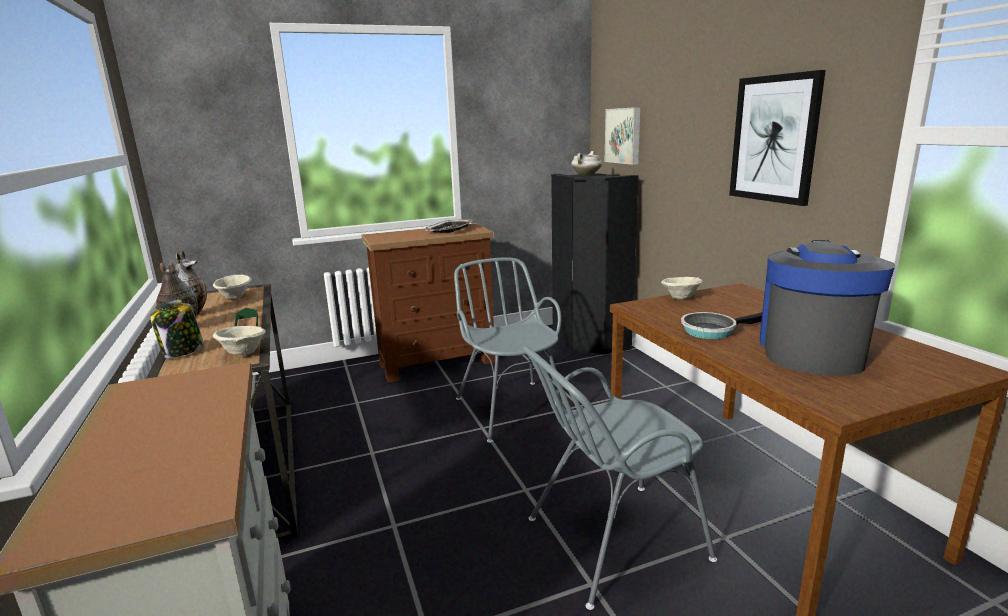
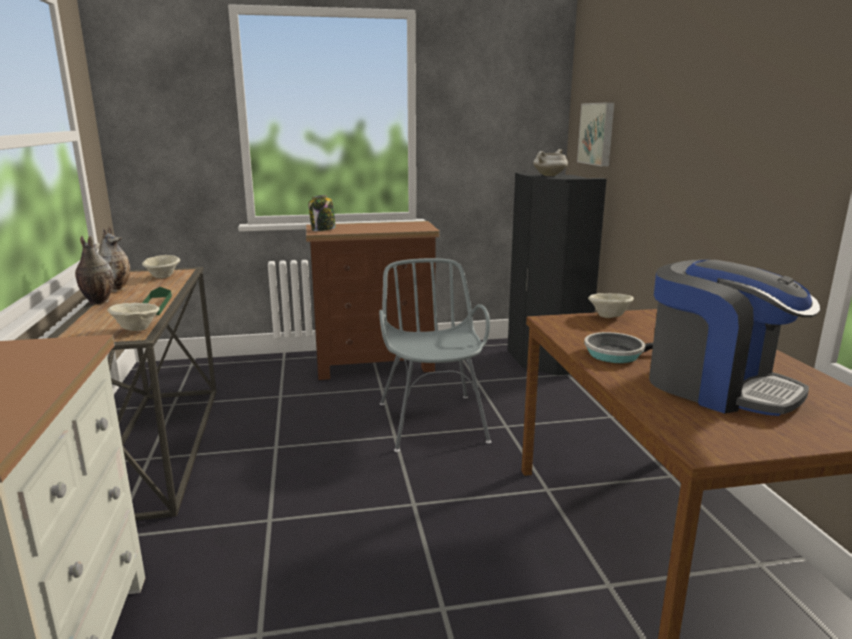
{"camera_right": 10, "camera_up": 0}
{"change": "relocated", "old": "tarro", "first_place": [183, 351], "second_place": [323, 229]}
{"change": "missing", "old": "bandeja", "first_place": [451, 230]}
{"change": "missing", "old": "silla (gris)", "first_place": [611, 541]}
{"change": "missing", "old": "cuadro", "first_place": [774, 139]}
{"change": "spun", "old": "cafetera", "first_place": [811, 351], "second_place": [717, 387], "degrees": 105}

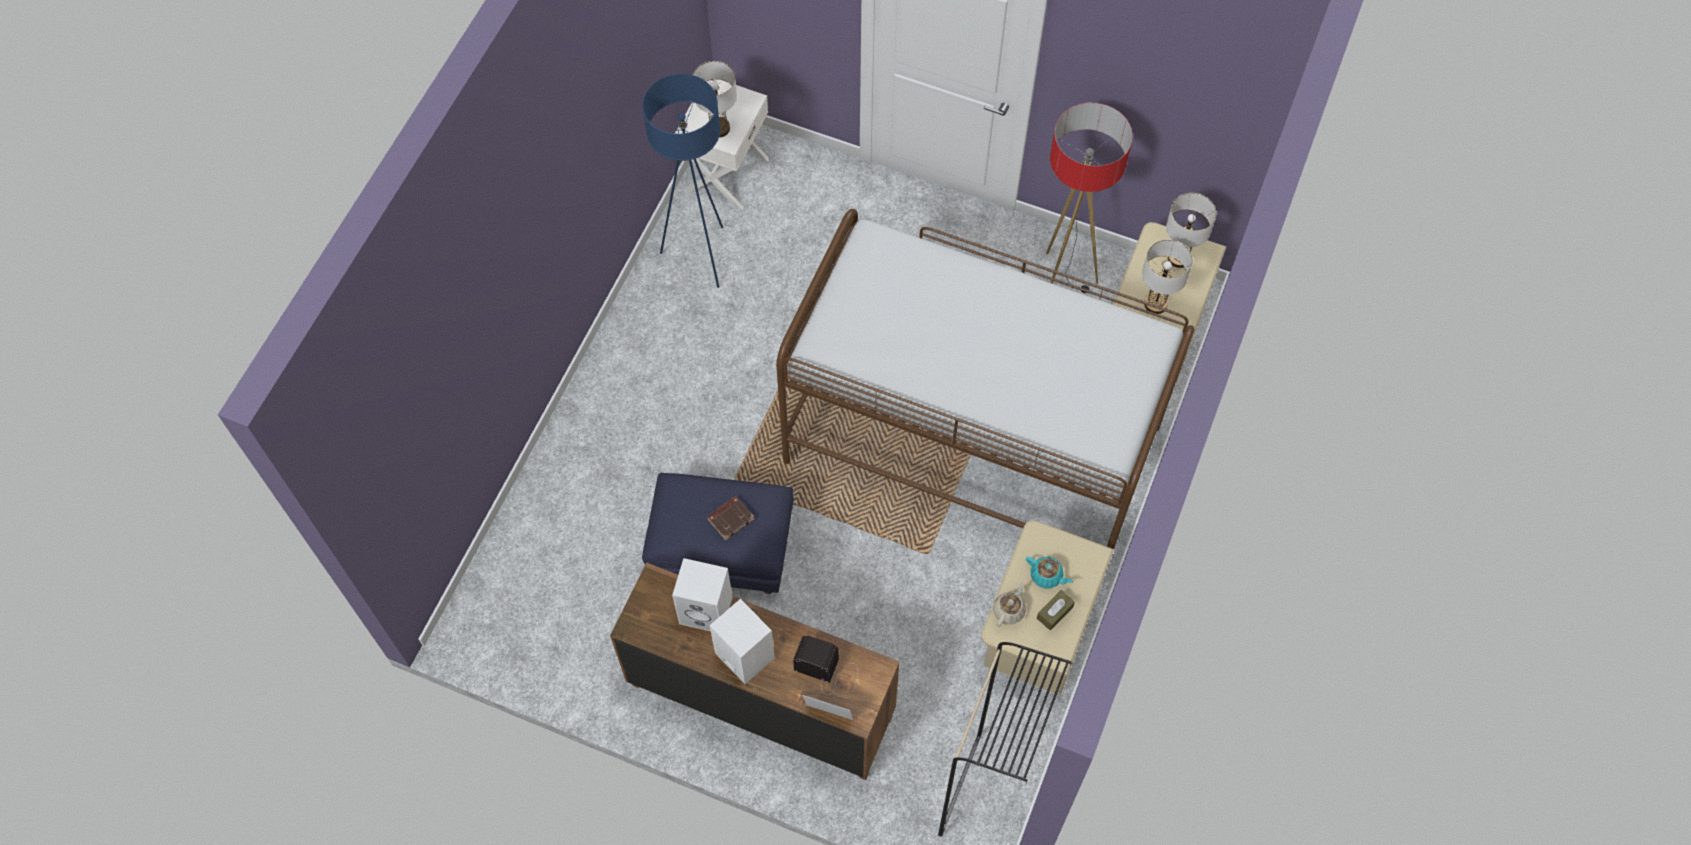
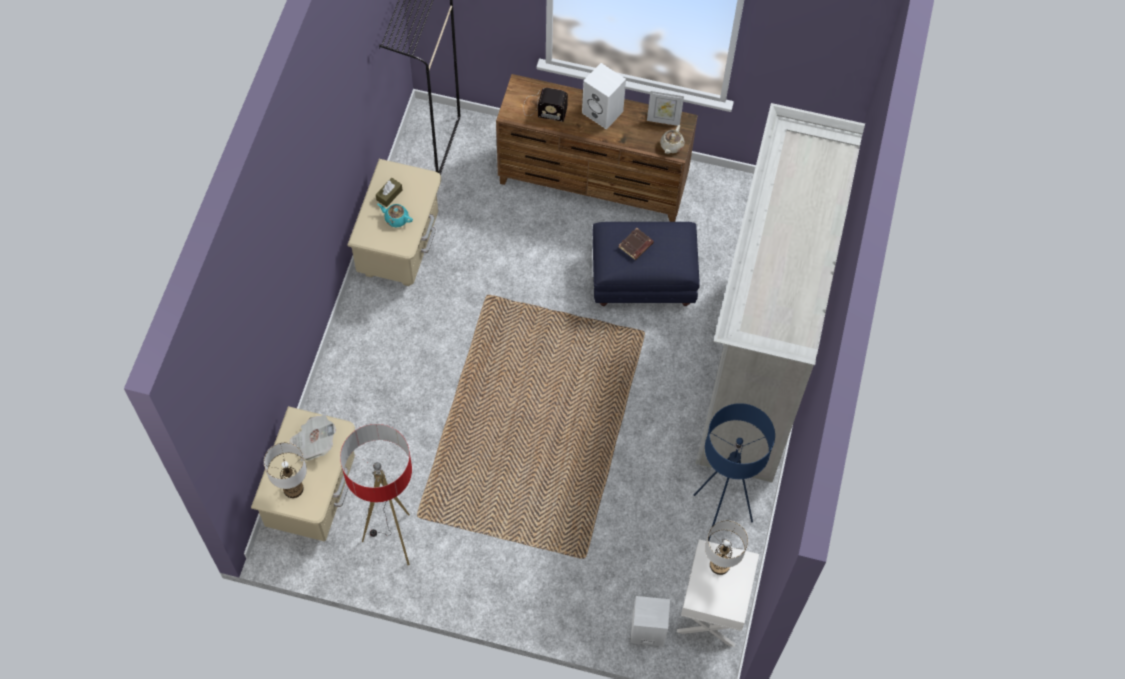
{"camera_right": 170, "camera_up": 0}
{"change": "relocated", "old": "altavoz (blanco)", "first_place": [707, 610], "second_place": [646, 631]}
{"change": "missing", "old": "cama (marrón)", "first_place": [968, 440]}
{"change": "relocated", "old": "portarretratos", "first_place": [828, 717], "second_place": [663, 120]}
{"change": "relocated", "old": "tetera (beis)", "first_place": [1009, 610], "second_place": [671, 146]}
{"change": "exchanged", "old": "lámpara de mesa", "new": "periódico", "first_place": [1156, 304], "second_place": [314, 443]}
{"change": "appeared", "new": "armario ropero (blanco)", "second_place": [753, 370]}

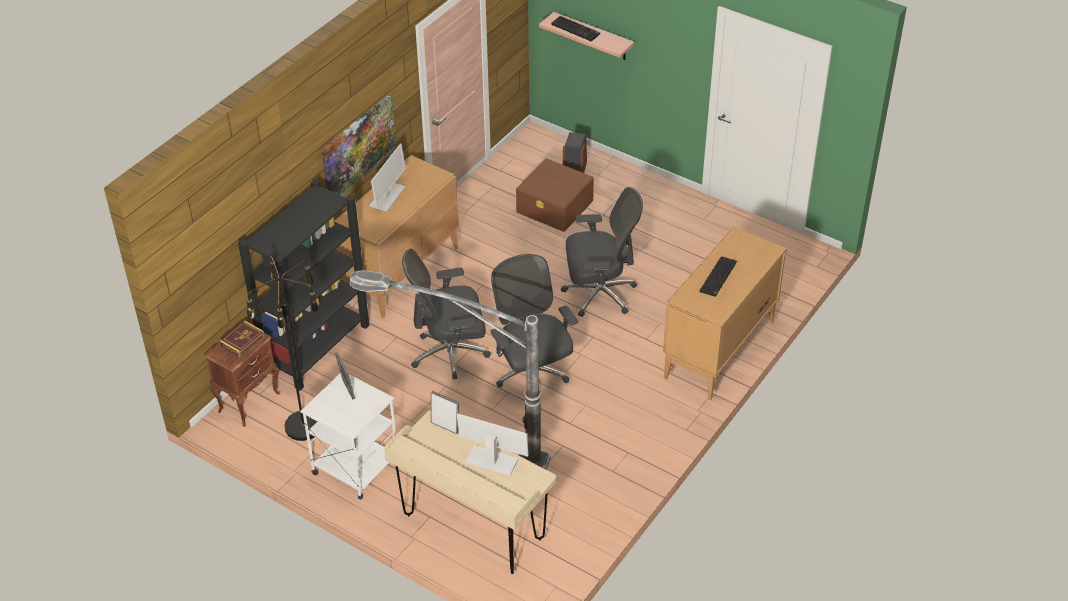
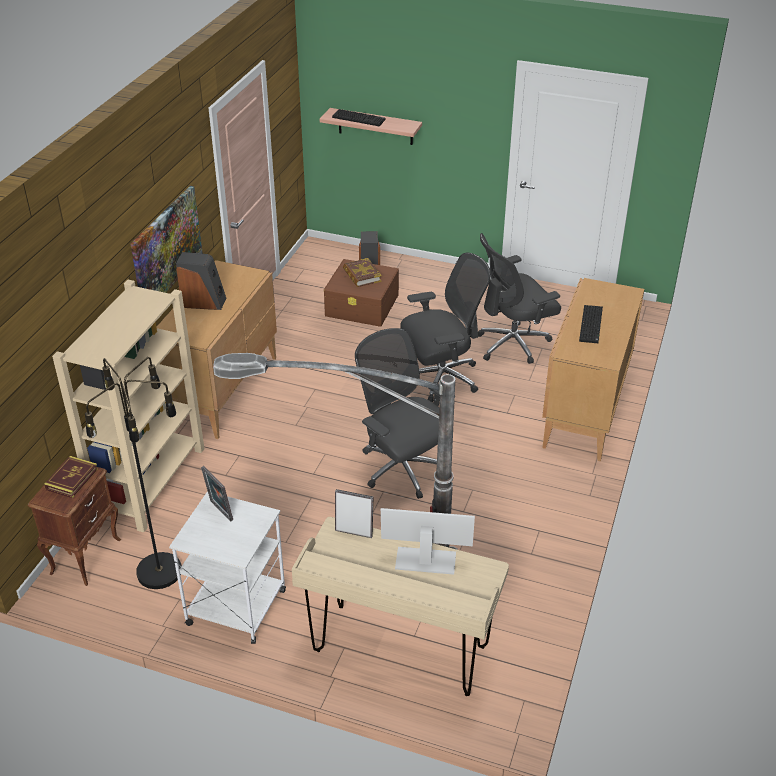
{"camera_right": -15, "camera_up": -5}
{"change": "colour", "old": "estantería (negro)", "new": "estantería (beis)", "first_place": [316, 347], "second_place": [150, 482]}
{"change": "exchanged", "old": "monitor", "new": "altavoz", "first_place": [387, 197], "second_place": [203, 302]}
{"change": "relocated", "old": "silla de oficina", "first_place": [450, 353], "second_place": [513, 344]}
{"change": "appeared", "new": "libro", "second_place": [361, 275]}

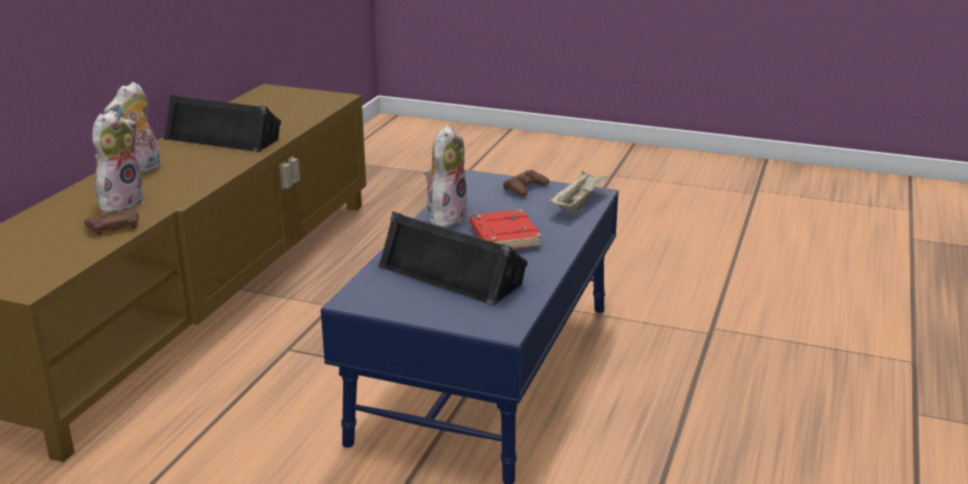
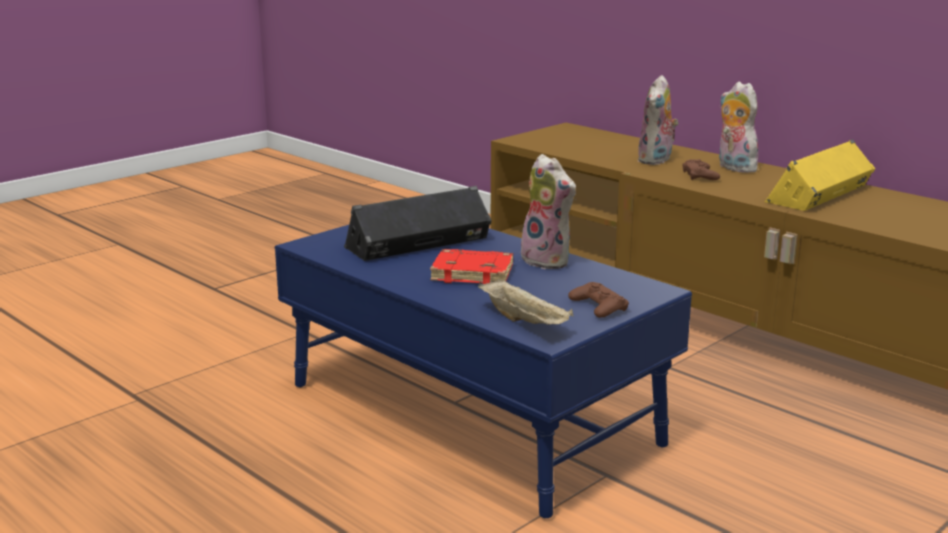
{"camera_right": 115, "camera_up": -5}
{"change": "relocated", "old": "mando de consola (marrón)", "first_place": [114, 226], "second_place": [700, 175]}
{"change": "spun", "old": "peluche", "first_place": [121, 202], "second_place": [656, 160], "degrees": 60}
{"change": "colour", "old": "altavoz (negro)", "new": "altavoz (amarillo)", "first_place": [224, 137], "second_place": [821, 195]}

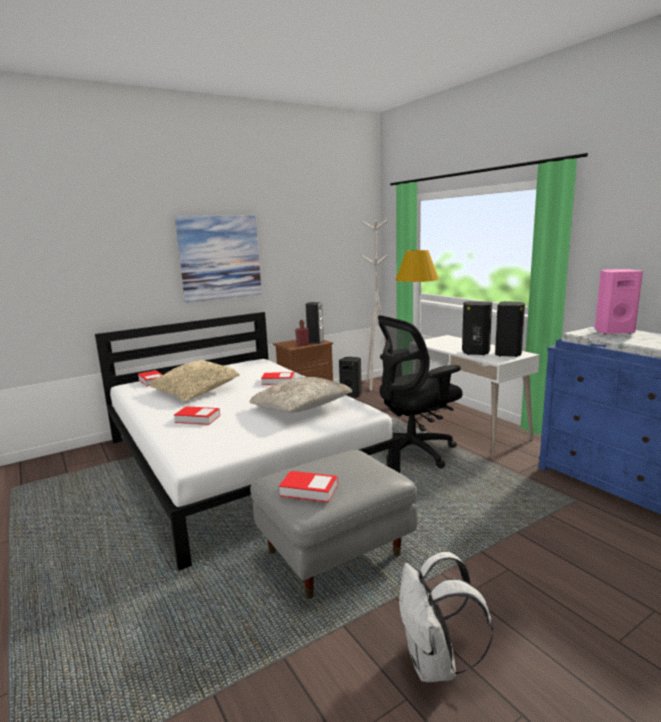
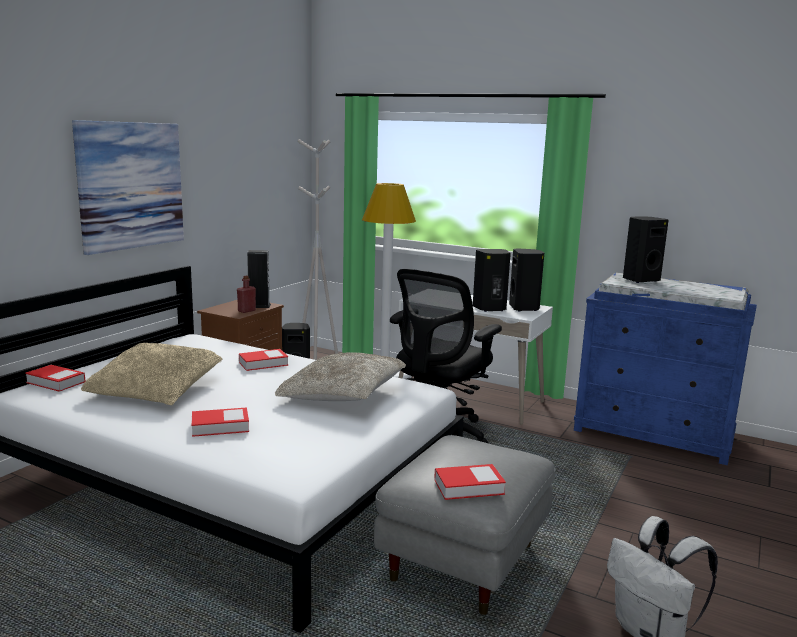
{"camera_right": -30, "camera_up": 0}
{"change": "colour", "old": "altavoz (rosa)", "new": "altavoz (negro)", "first_place": [613, 332], "second_place": [640, 280]}

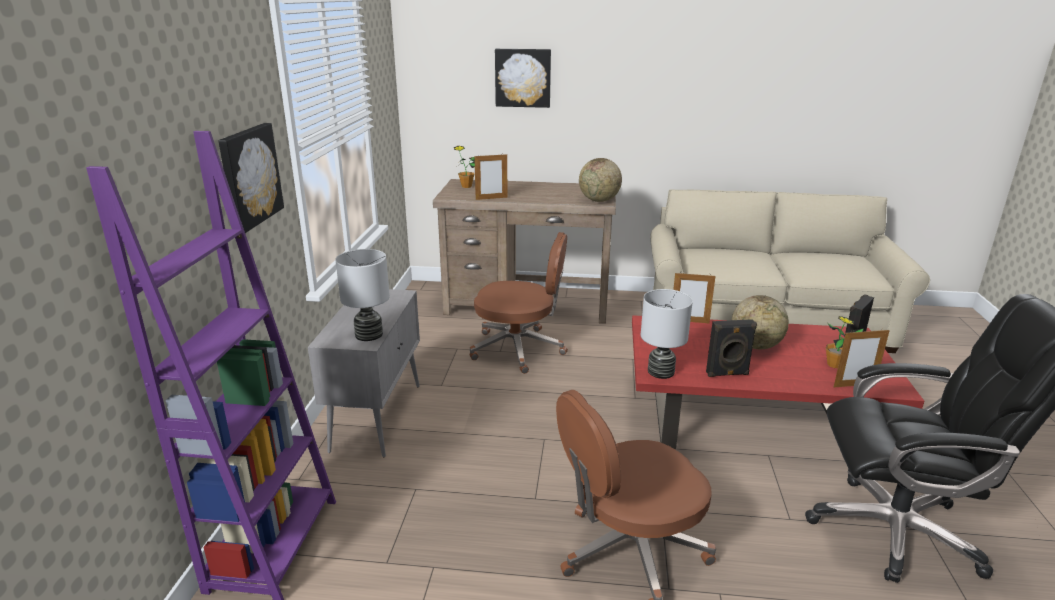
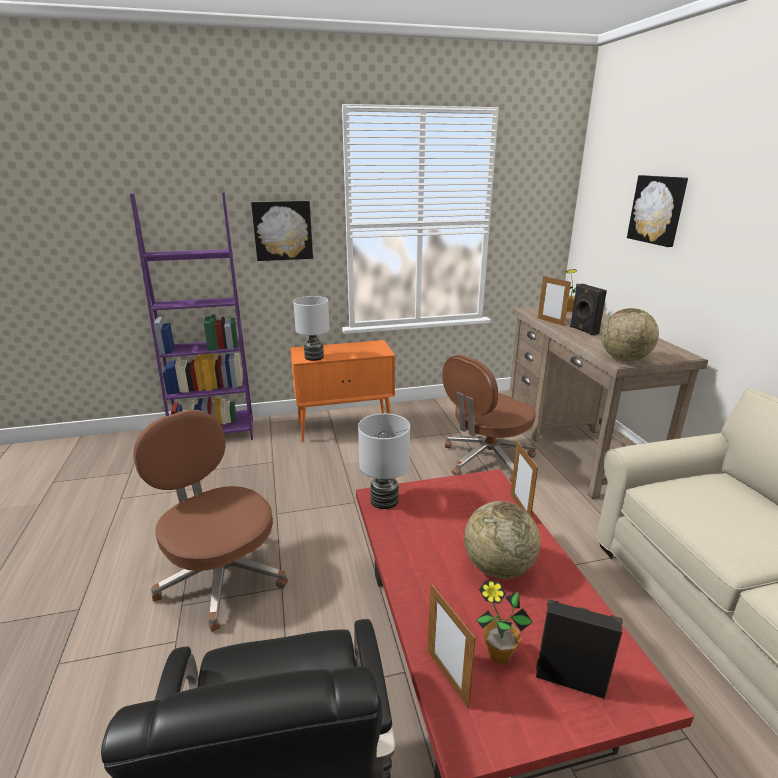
{"camera_right": 70, "camera_up": 0}
{"change": "colour", "old": "armario (gris)", "new": "armario (naranja)", "first_place": [377, 416], "second_place": [345, 427]}
{"change": "spun", "old": "silla de oficina (marrón)", "first_place": [519, 349], "second_place": [486, 460], "degrees": 60}
{"change": "relocated", "old": "altavoz (negro)", "first_place": [727, 374], "second_place": [583, 330]}

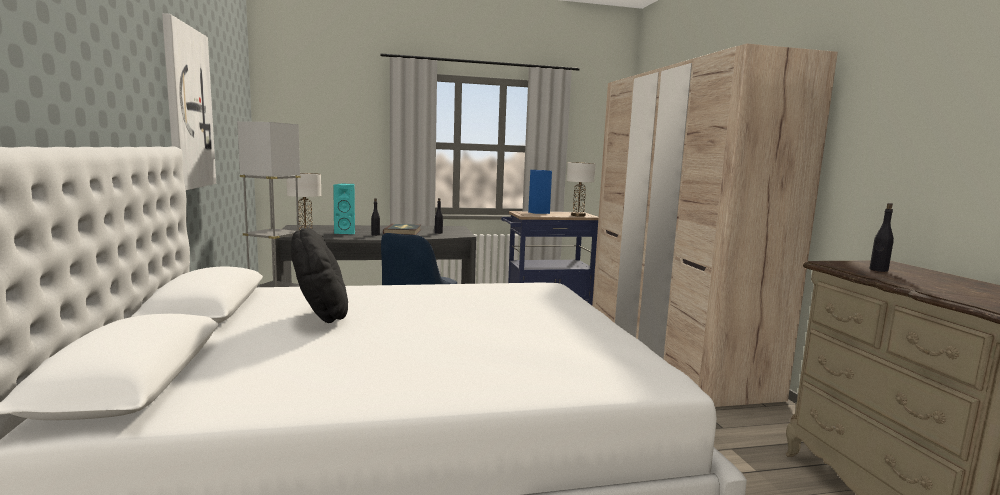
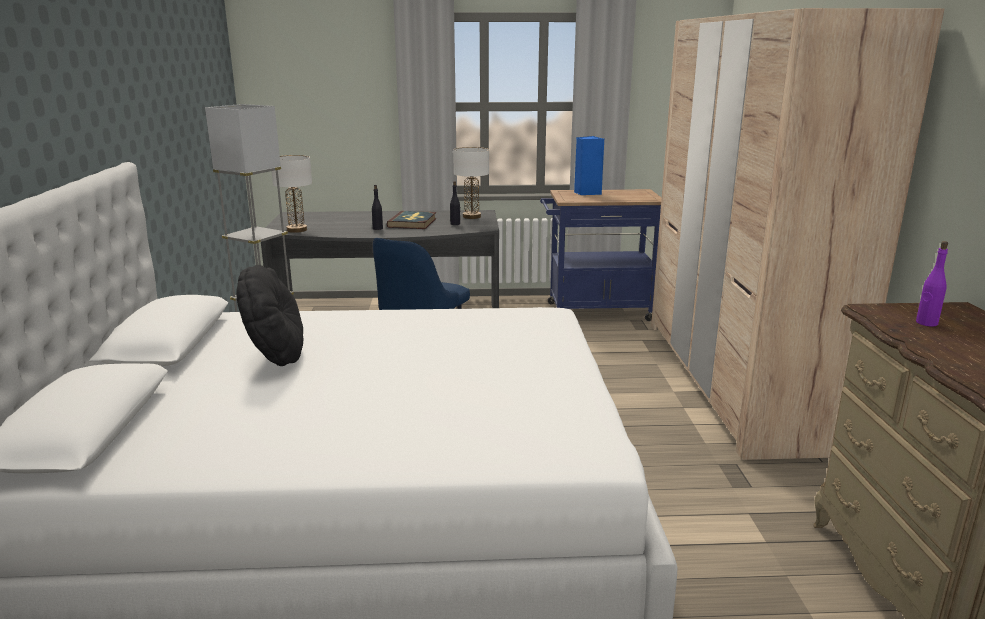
{"camera_right": 10, "camera_up": 10}
{"change": "missing", "old": "cuadro", "first_place": [187, 108]}
{"change": "missing", "old": "altavoz (turquesa)", "first_place": [346, 232]}
{"change": "relocated", "old": "lámpara de mesa", "first_place": [578, 215], "second_place": [472, 217]}
{"change": "colour", "old": "botella (negro)", "new": "botella (morado)", "first_place": [878, 270], "second_place": [926, 323]}

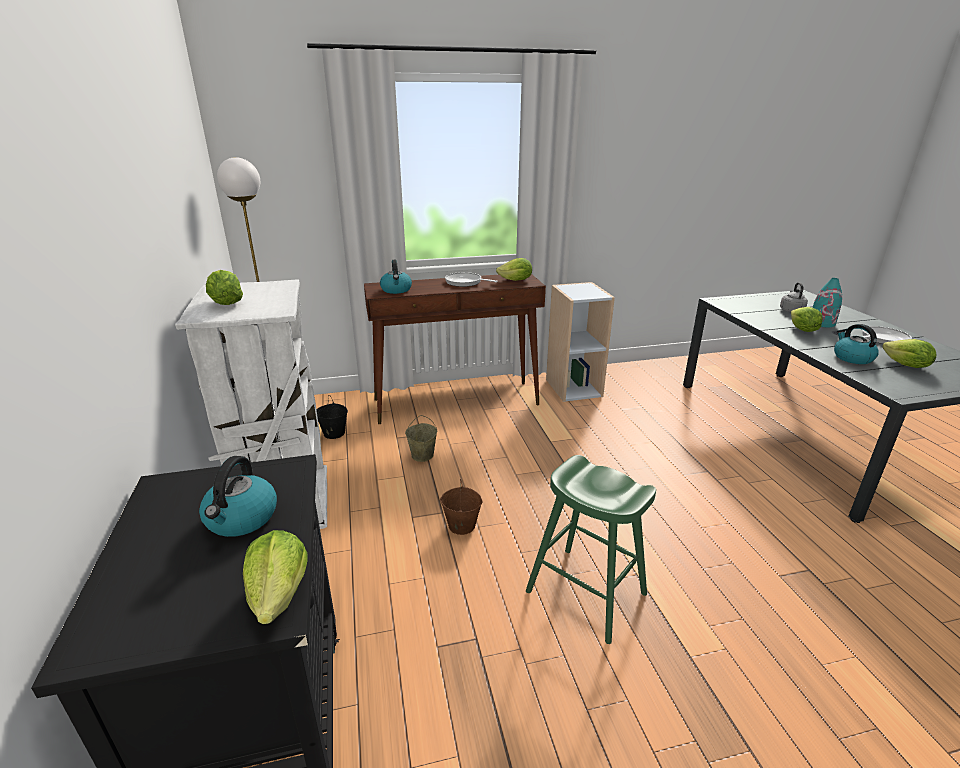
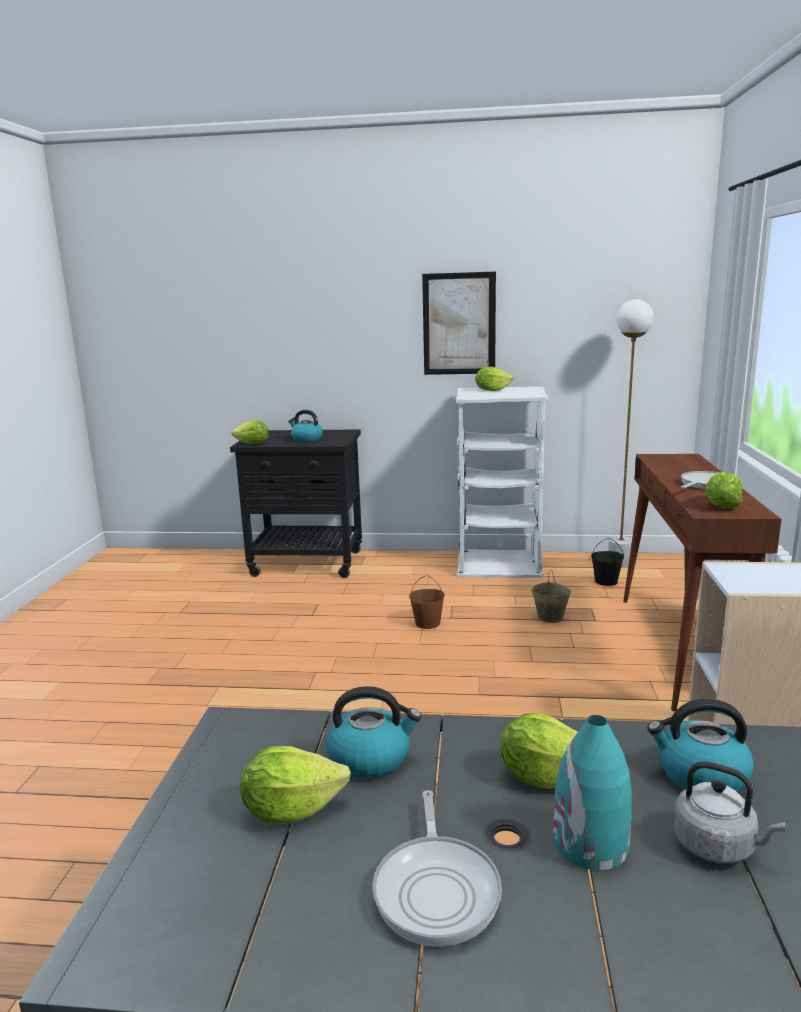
{"camera_right": 110, "camera_up": -10}
{"change": "relocated", "old": "hervidor", "first_place": [396, 290], "second_place": [700, 774]}
{"change": "missing", "old": "taburete (verde)", "first_place": [586, 593]}
{"change": "appeared", "new": "cuadro", "second_place": [459, 324]}

